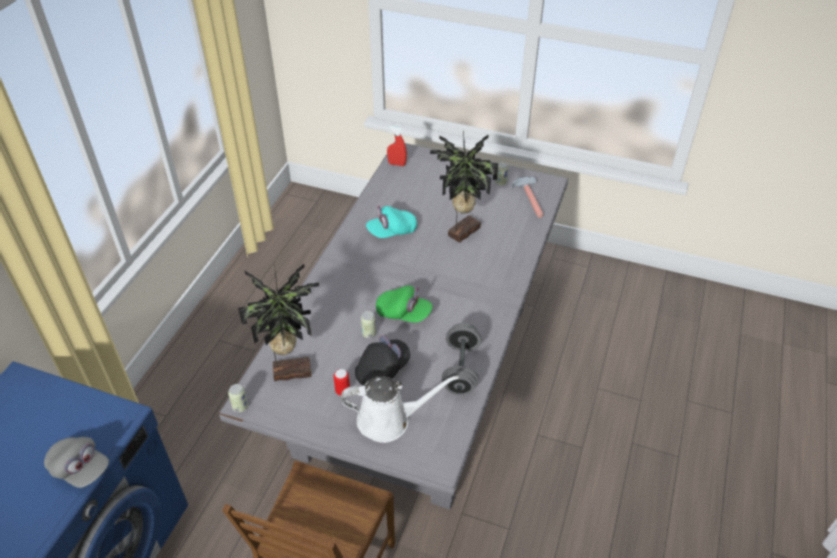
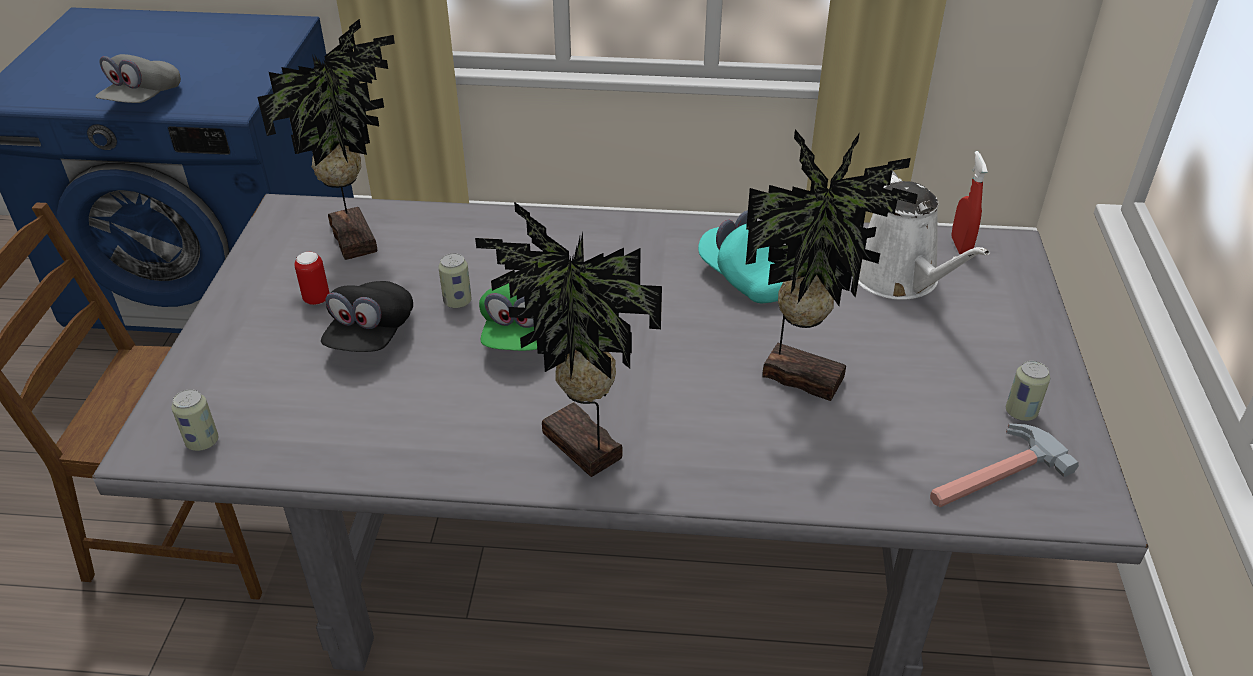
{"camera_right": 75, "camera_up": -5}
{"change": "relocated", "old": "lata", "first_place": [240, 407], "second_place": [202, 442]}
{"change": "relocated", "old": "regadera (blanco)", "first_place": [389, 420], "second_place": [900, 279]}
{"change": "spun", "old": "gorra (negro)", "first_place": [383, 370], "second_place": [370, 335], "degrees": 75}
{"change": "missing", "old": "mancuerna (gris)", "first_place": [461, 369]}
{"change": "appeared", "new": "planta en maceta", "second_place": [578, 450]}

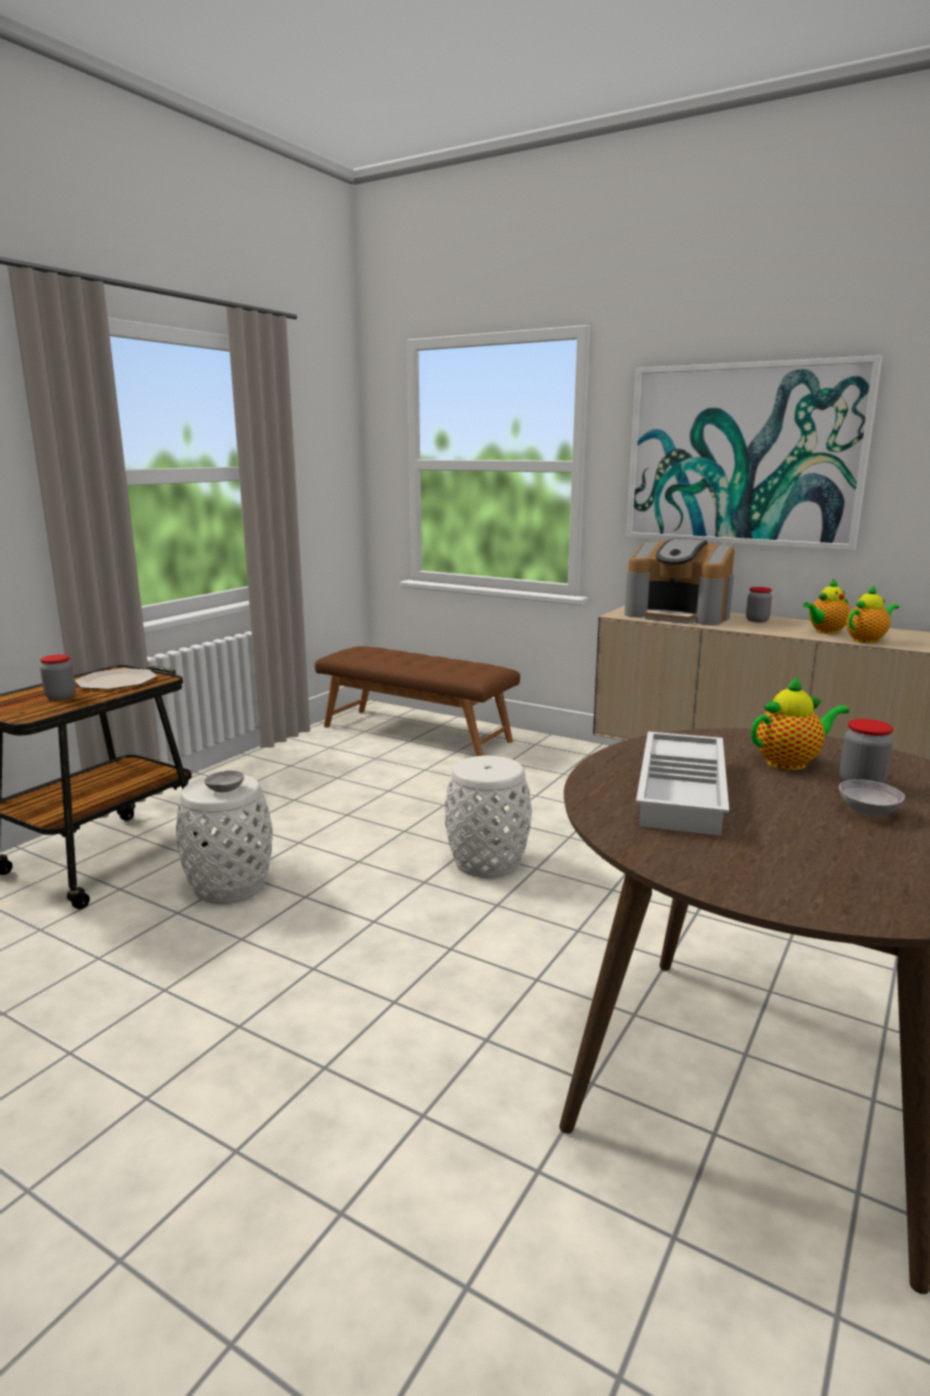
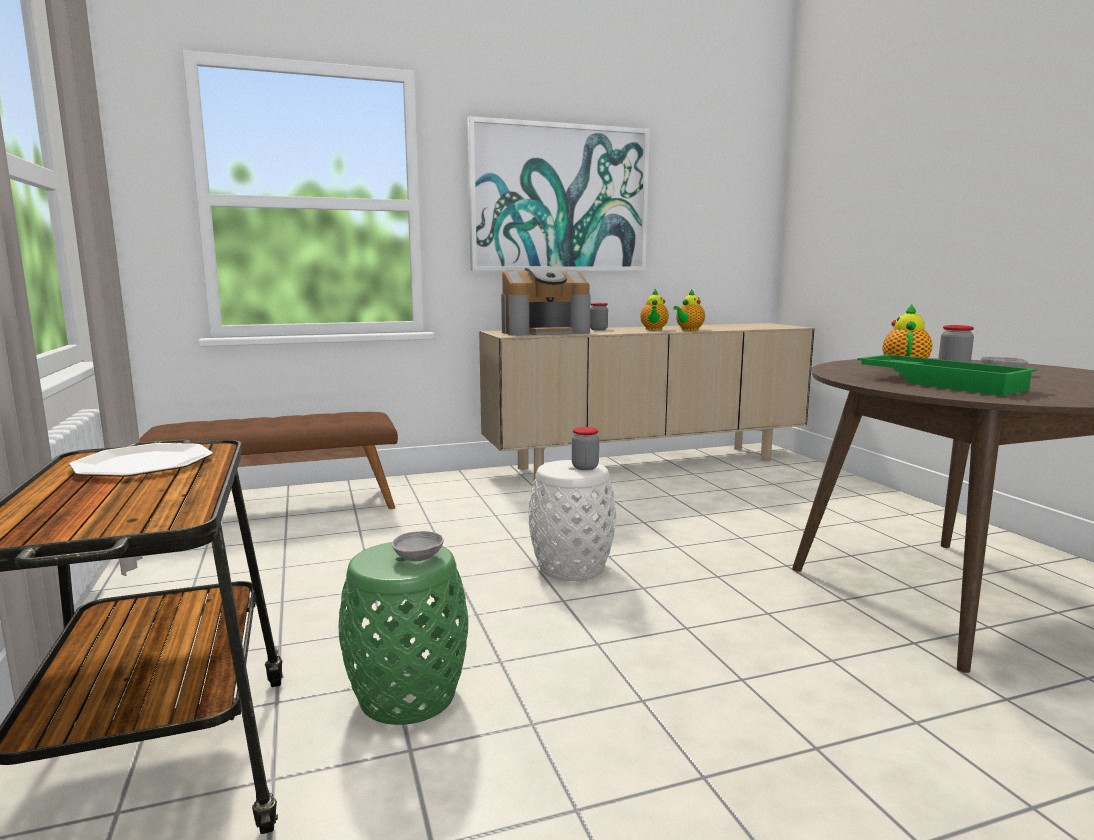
{"camera_right": -50, "camera_up": -5}
{"change": "relocated", "old": "tarro", "first_place": [60, 697], "second_place": [585, 467]}
{"change": "colour", "old": "taburete (blanco)", "new": "taburete (verde)", "first_place": [230, 886], "second_place": [407, 696]}
{"change": "colour", "old": "bandeja (blanco)", "new": "bandeja (verde)", "first_place": [684, 792], "second_place": [942, 383]}
{"change": "spun", "old": "tetera", "first_place": [867, 640], "second_place": [688, 330], "degrees": -150}

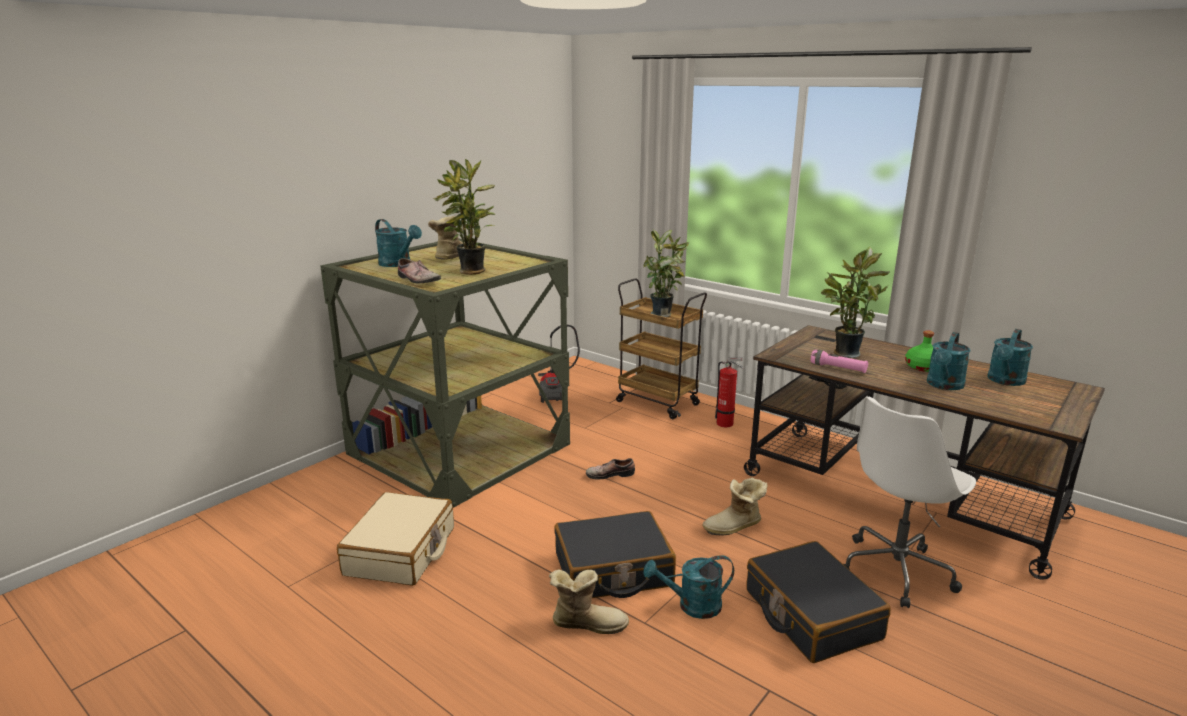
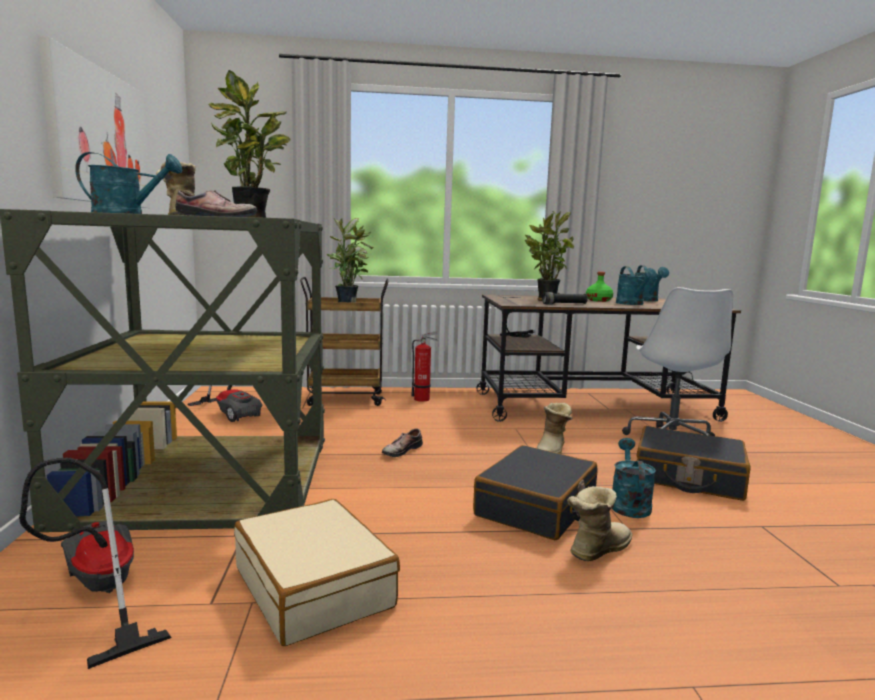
{"camera_right": -45, "camera_up": -10}
{"change": "spun", "old": "regadera (turquesa)", "first_place": [692, 606], "second_place": [628, 504], "degrees": 150}
{"change": "colour", "old": "linterna (rosa)", "new": "linterna (negro)", "first_place": [838, 368], "second_place": [564, 304]}
{"change": "appeared", "new": "aspiradora", "second_place": [99, 593]}
{"change": "appeared", "new": "cuadro", "second_place": [100, 137]}

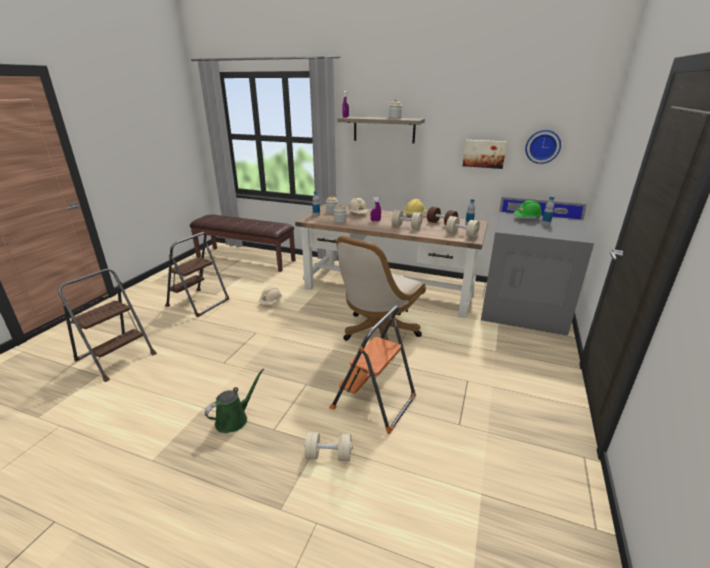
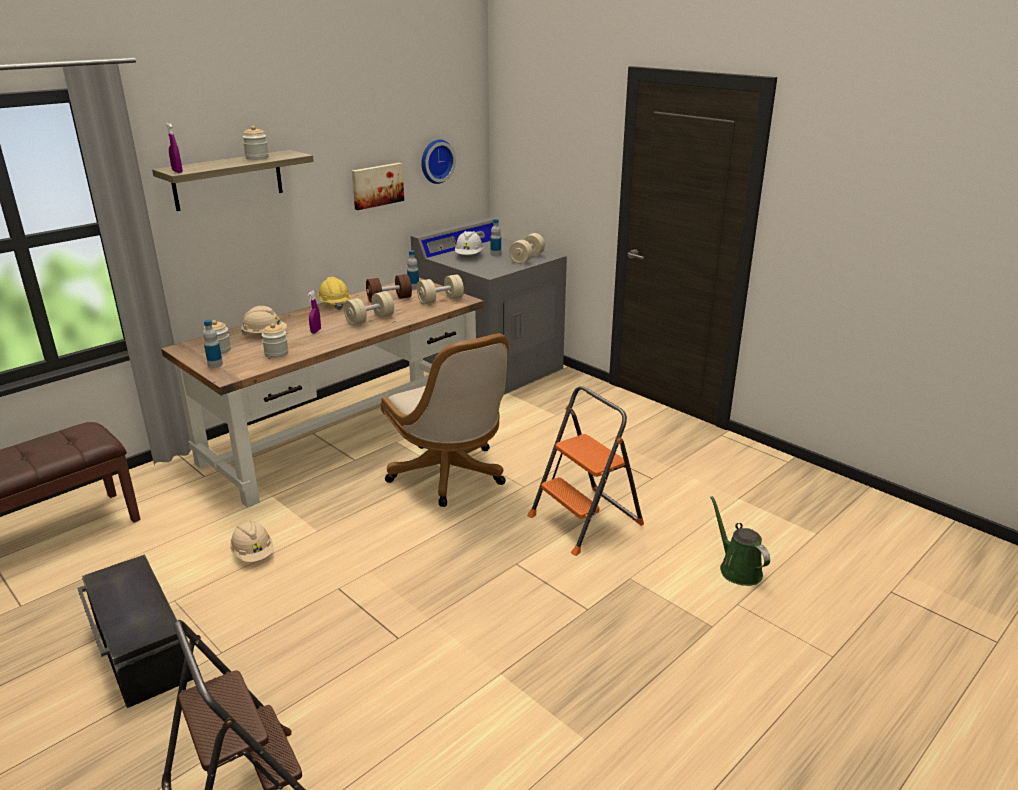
{"camera_right": -65, "camera_up": 0}
{"change": "exchanged", "old": "escalera de tijera (marrón)", "new": "caja de almacenaje (negro)", "first_place": [199, 303], "second_place": [140, 650]}
{"change": "relocated", "old": "regadera (verde)", "first_place": [234, 419], "second_place": [737, 569]}
{"change": "relocated", "old": "mancuerna (beis)", "first_place": [328, 455], "second_place": [527, 258]}
{"change": "colour", "old": "casco (verde)", "new": "casco (blanco)", "first_place": [526, 219], "second_place": [469, 256]}

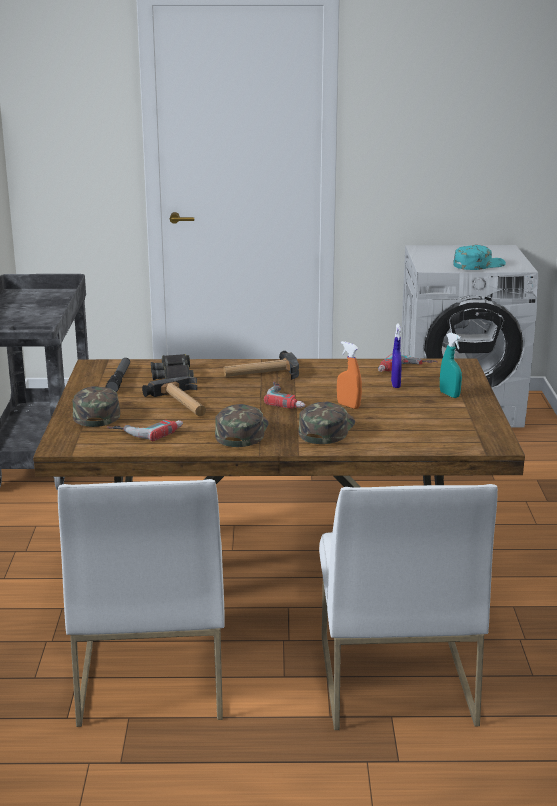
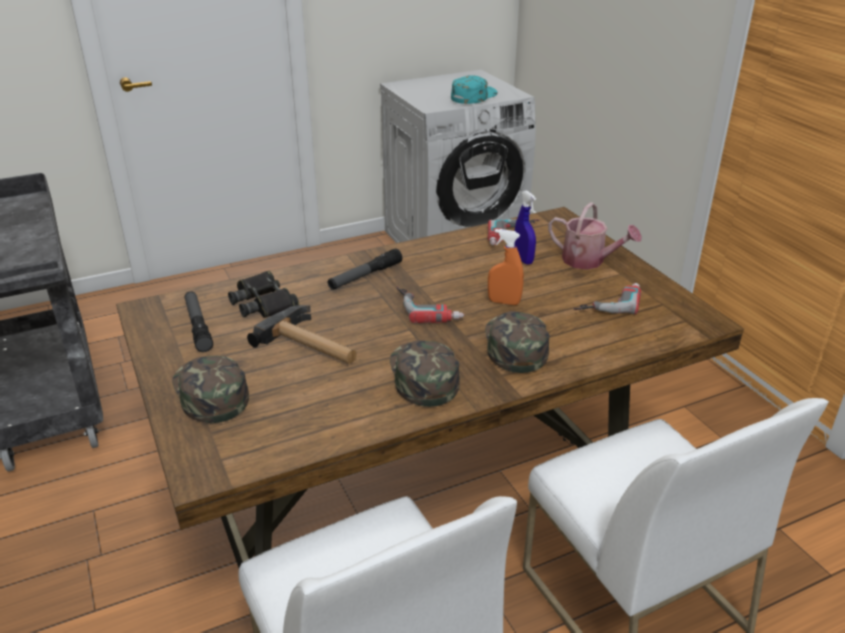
{"camera_right": -25, "camera_up": 10}
{"change": "relocated", "old": "taladro", "first_place": [146, 430], "second_place": [607, 302]}
{"change": "exchanged", "old": "martillo", "new": "linterna", "first_place": [261, 373], "second_place": [365, 276]}
{"change": "exchanged", "old": "pulverizador (turquesa)", "new": "regadera", "first_place": [449, 395], "second_place": [588, 261]}

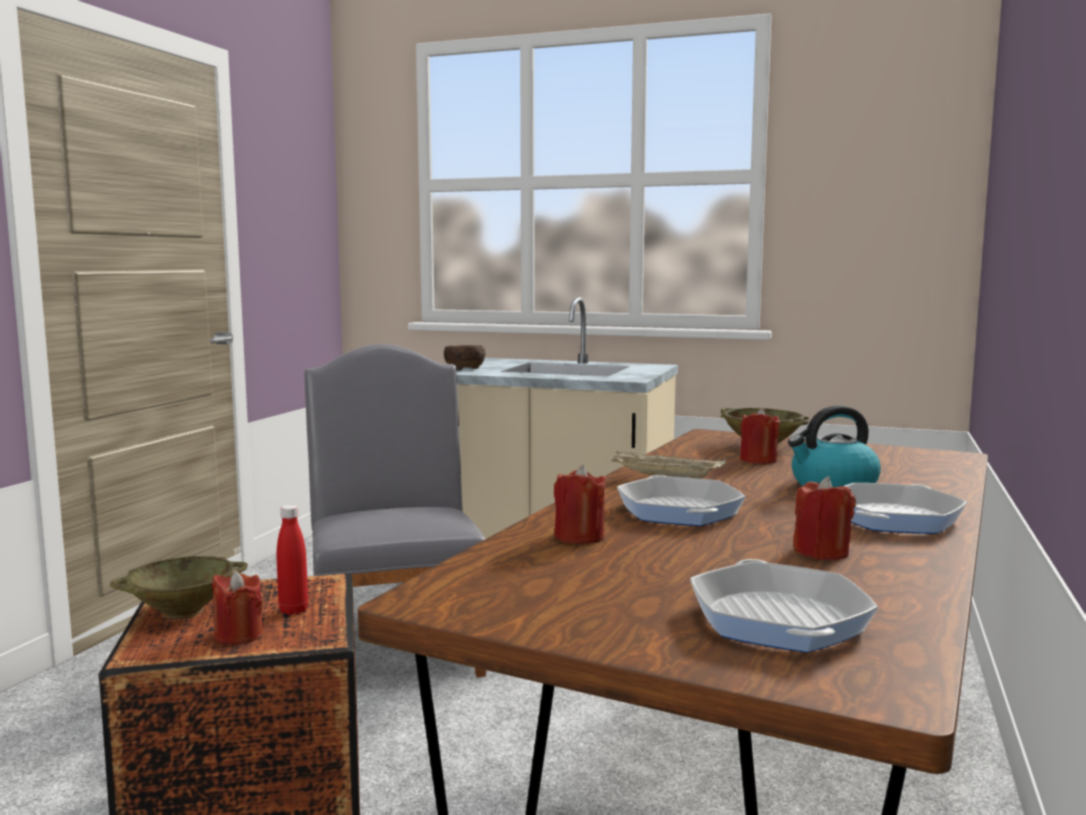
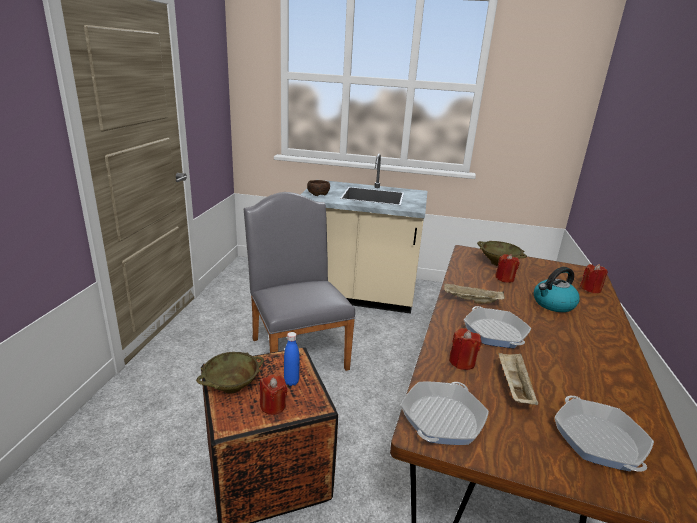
{"camera_right": -10, "camera_up": 15}
{"change": "colour", "old": "botella (rojo)", "new": "botella (azul)", "first_place": [293, 610], "second_place": [291, 382]}
{"change": "relocated", "old": "vela (rojo)", "first_place": [821, 552], "second_place": [590, 289]}
{"change": "relocated", "old": "sartén", "first_place": [894, 518], "second_place": [442, 418]}
{"change": "appeared", "new": "bandeja (beis)", "second_place": [513, 387]}

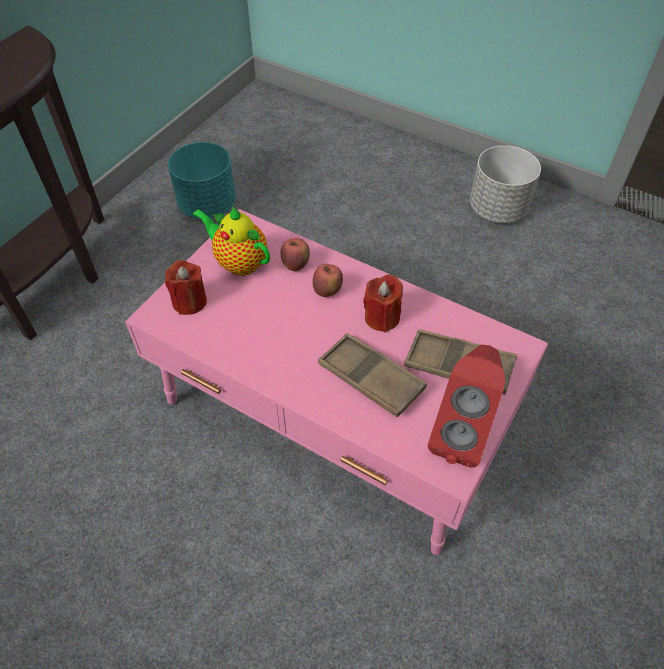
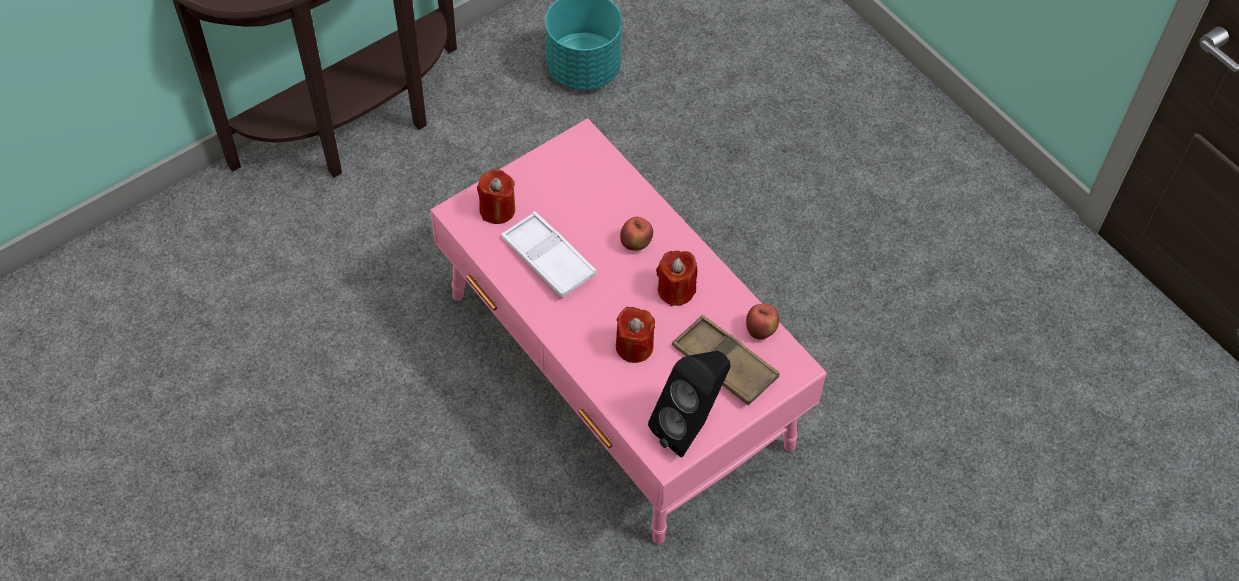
{"camera_right": 20, "camera_up": 5}
{"change": "missing", "old": "tetera", "first_place": [239, 262]}
{"change": "relocated", "old": "manzana", "first_place": [295, 265], "second_place": [760, 330]}
{"change": "exchanged", "old": "bandeja (marrón)", "new": "vela (rojo)", "first_place": [370, 378], "second_place": [634, 346]}
{"change": "colour", "old": "altavoz (rojo)", "new": "altavoz (negro)", "first_place": [460, 434], "second_place": [690, 426]}
{"change": "missing", "old": "maceta (gris)", "first_place": [498, 209]}
{"change": "appeared", "new": "bandeja (blanco)", "second_place": [548, 259]}

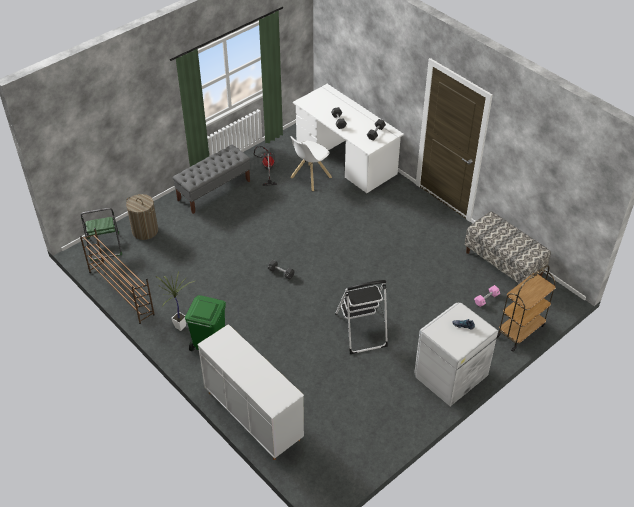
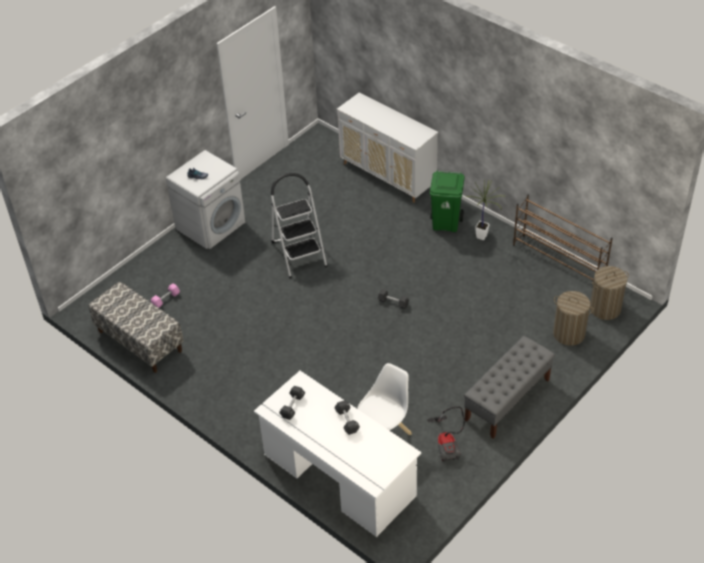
{"camera_right": 175, "camera_up": 0}
{"change": "exchanged", "old": "escalera de tijera (verde)", "new": "cesto de la ropa", "first_place": [104, 247], "second_place": [605, 308]}
{"change": "missing", "old": "carrito (marrón)", "first_place": [521, 331]}

